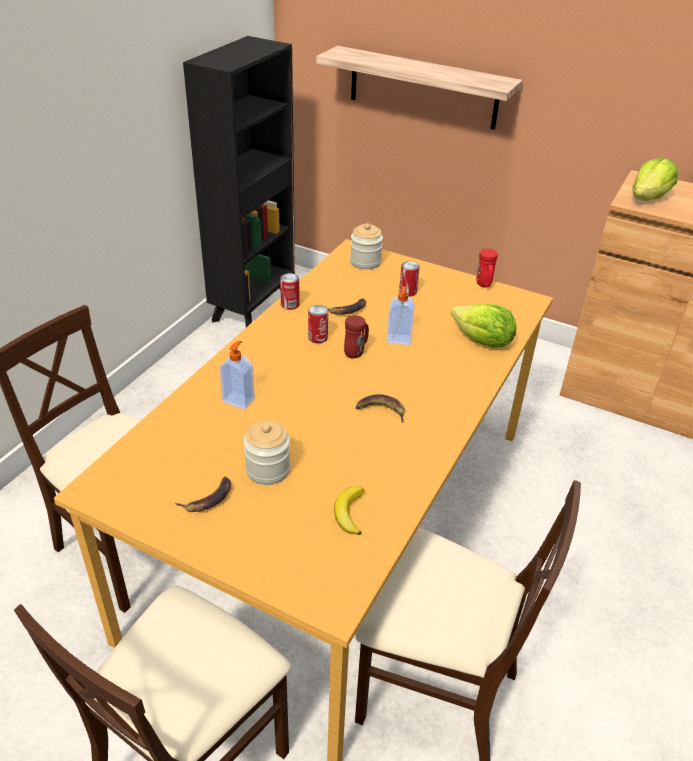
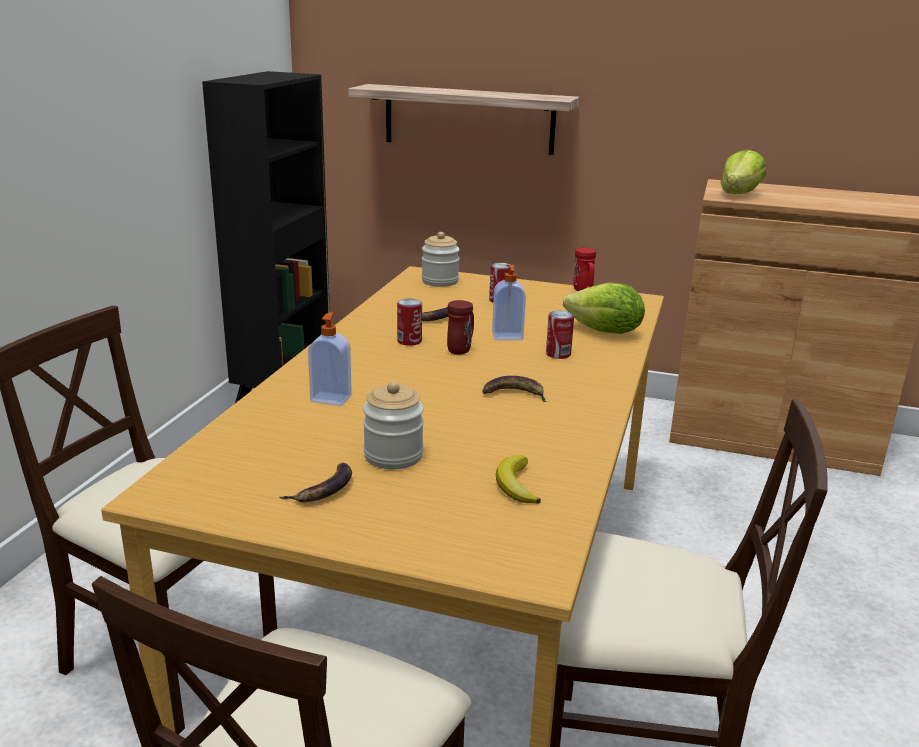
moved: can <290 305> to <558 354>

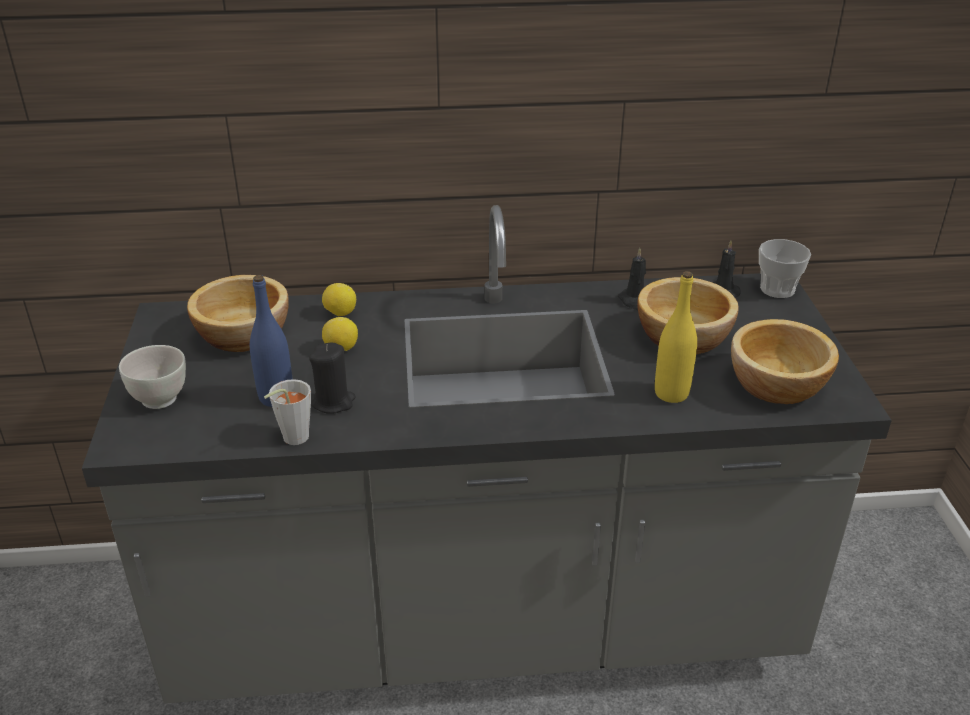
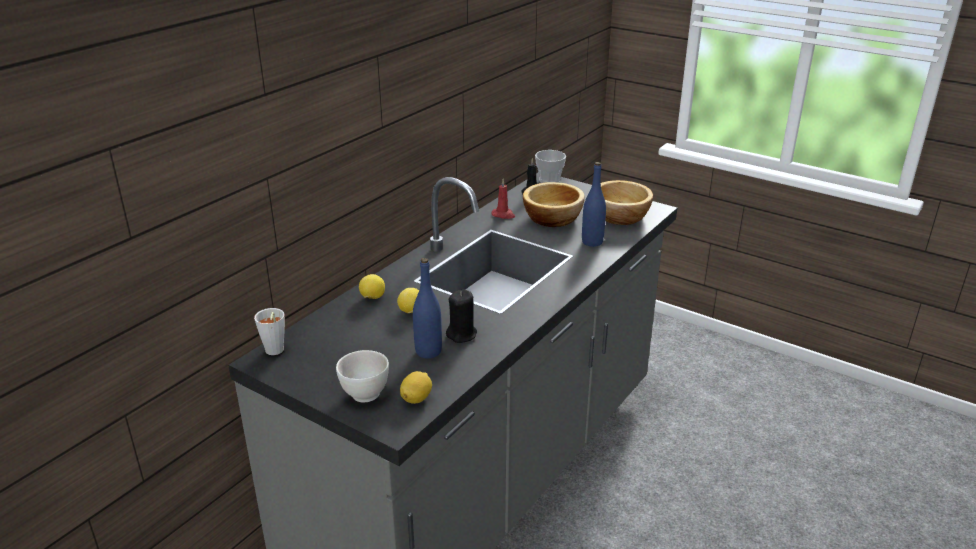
removed: bowl <245 334>
added: lemon <416 398>
moved: grey cup <291 439> to <274 352>
recoloured: black candle <635 301> to red candle <503 215>; yellow bottle <671 393> to blue bottle <592 242>

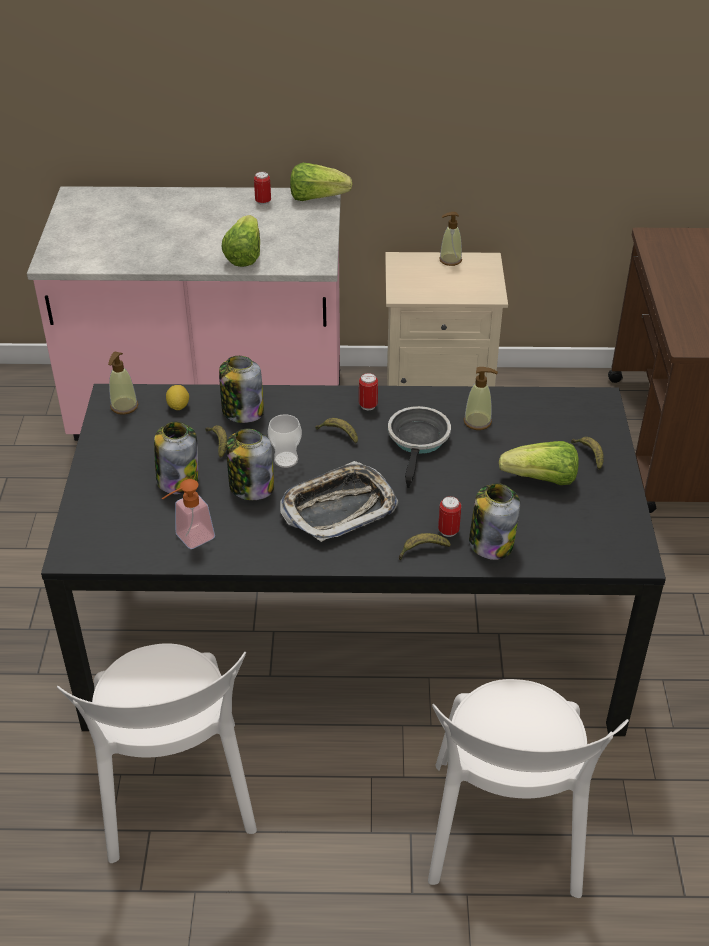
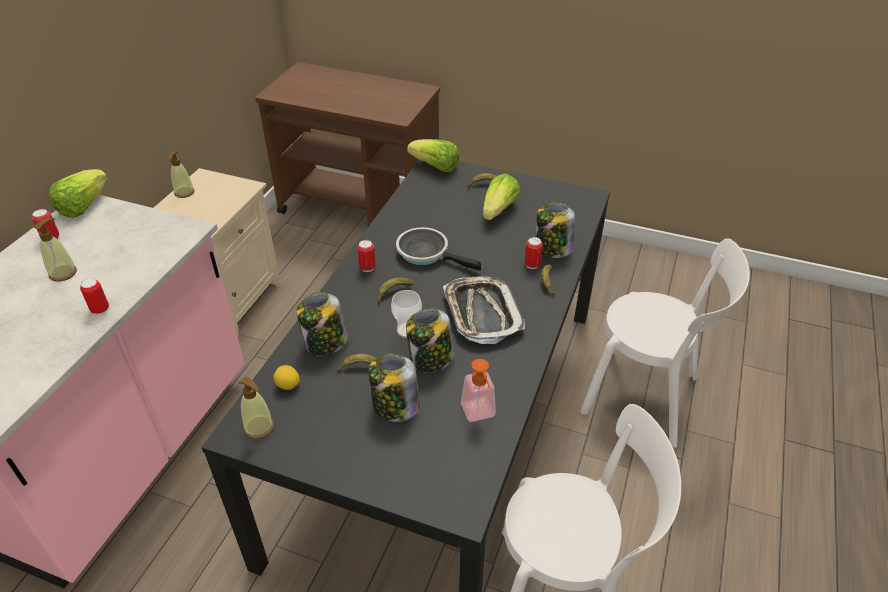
added: can <100 309>
moved: soap dispenser <478 422> to <63 273>; lettuce <244 255> to <435 167>

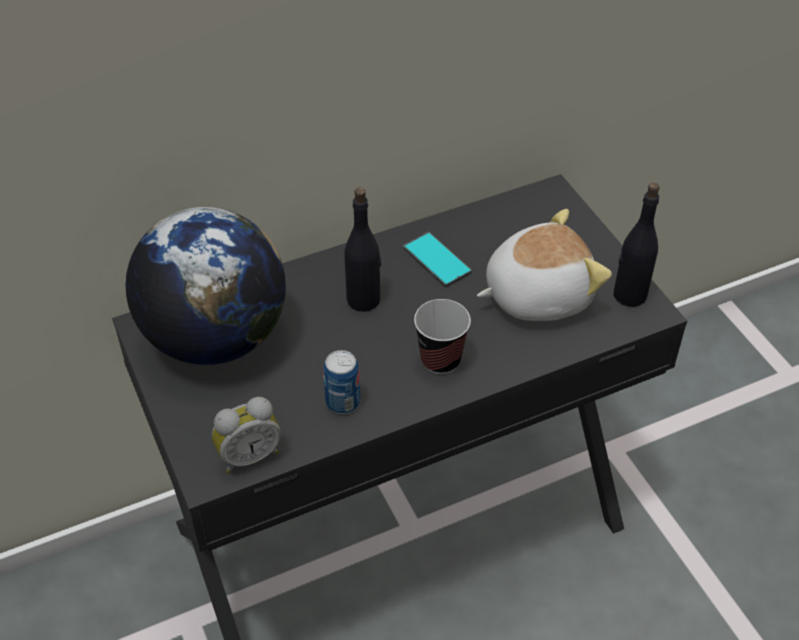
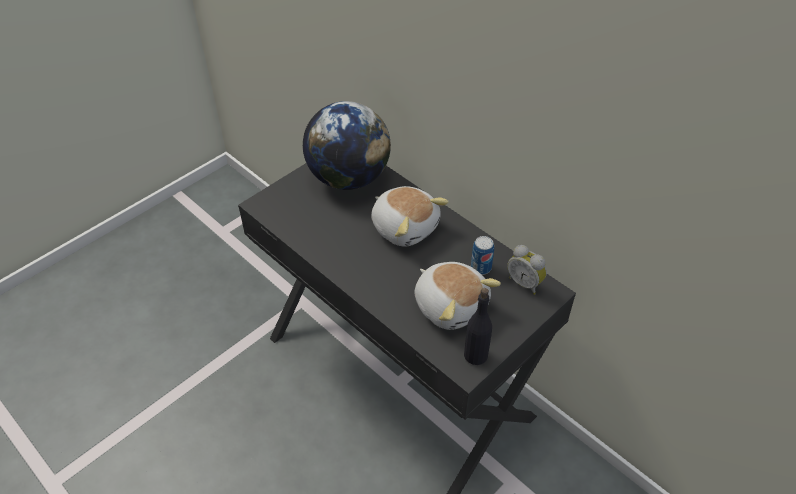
removed: phone <436 260>; cup <440 360>
moved: can <343 402> to <481 267>; alarm clock <248 455> to <525 283>
replaced: black bottle <364 299> to plush toy <405 227>

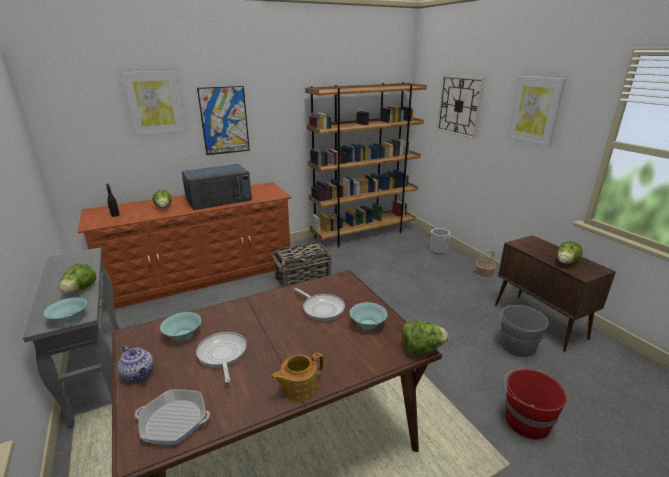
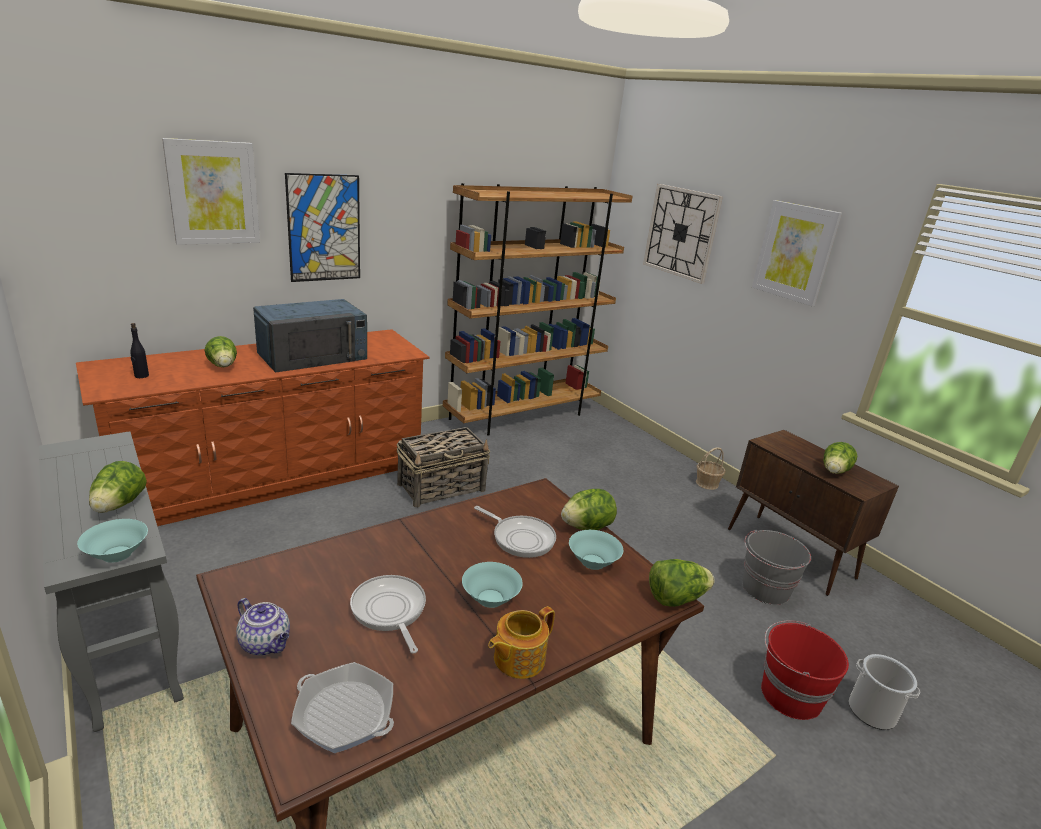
added: lettuce <587 527>
moved: turquoise bowl <182 335> to <489 598>; bucket <438 250> to <872 711>
turned: frying pan <174 421> = <344 713> 150 degrees counterclockwise

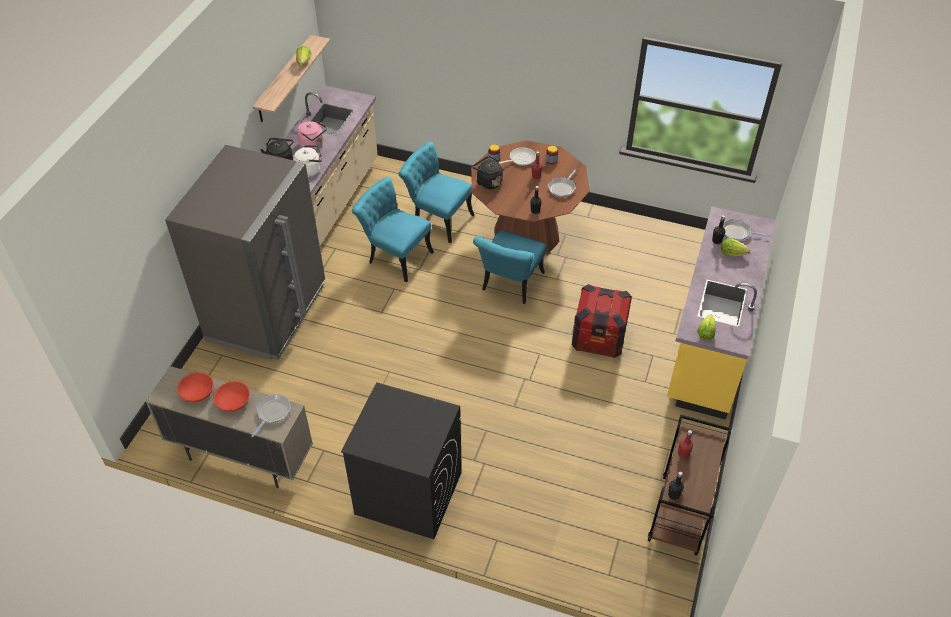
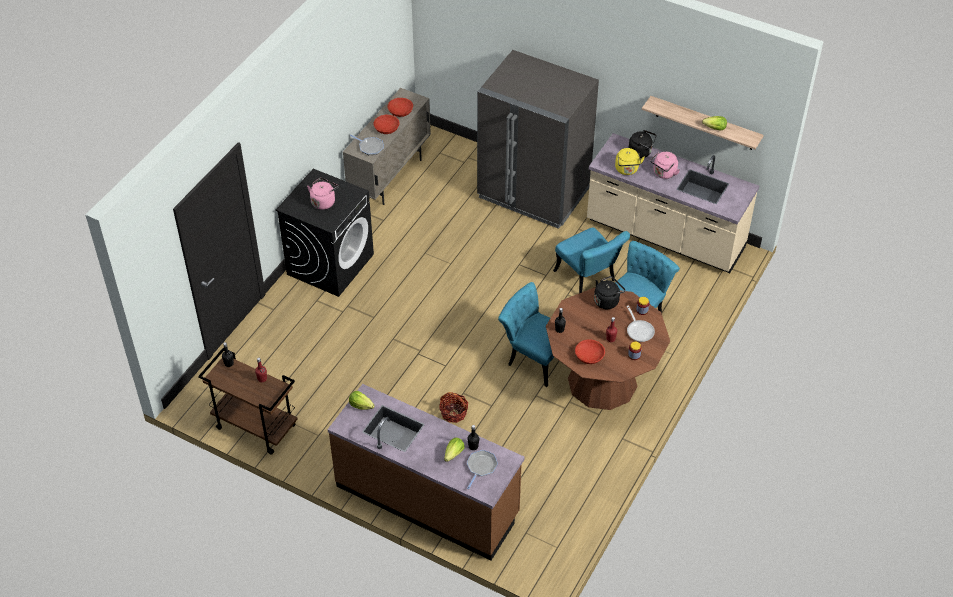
added: pink kettle <324 201>
replaced: crate <598 338> to basket <454 413>; frying pan <562 188> to red bowl <589 356>
recoloured: yellow counter <709 342> to brown counter <427 500>; white kettle <310 170> to yellow kettle <627 170>
turned: turquoise chair <395 255> = <588 279> 105 degrees clockwise

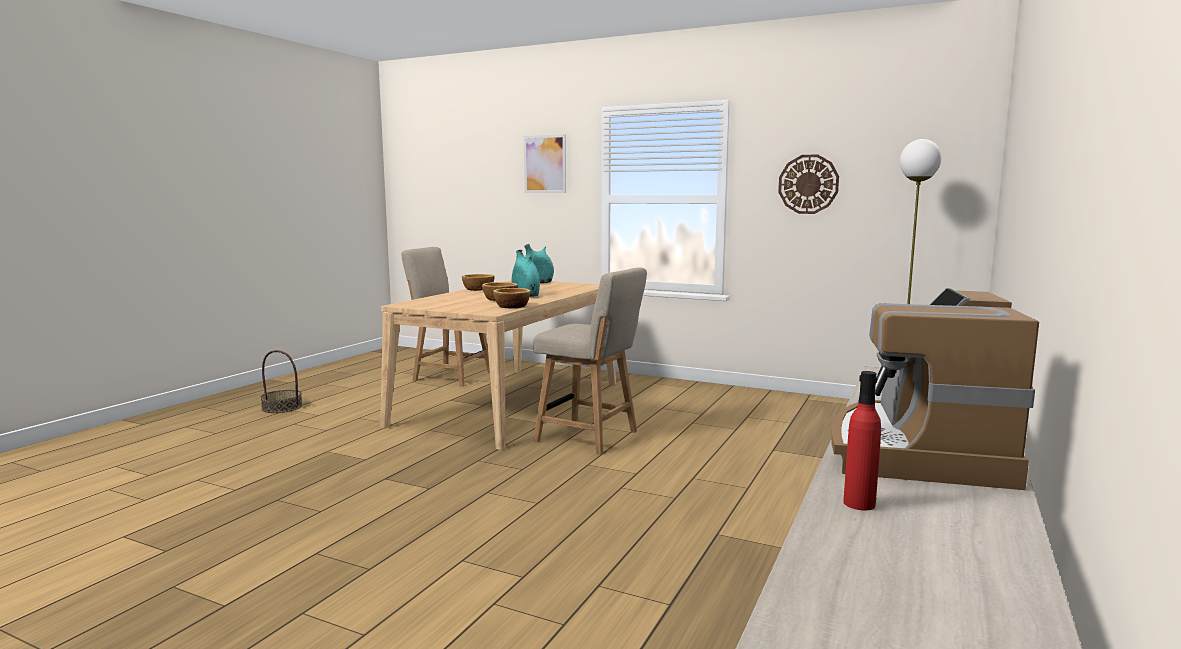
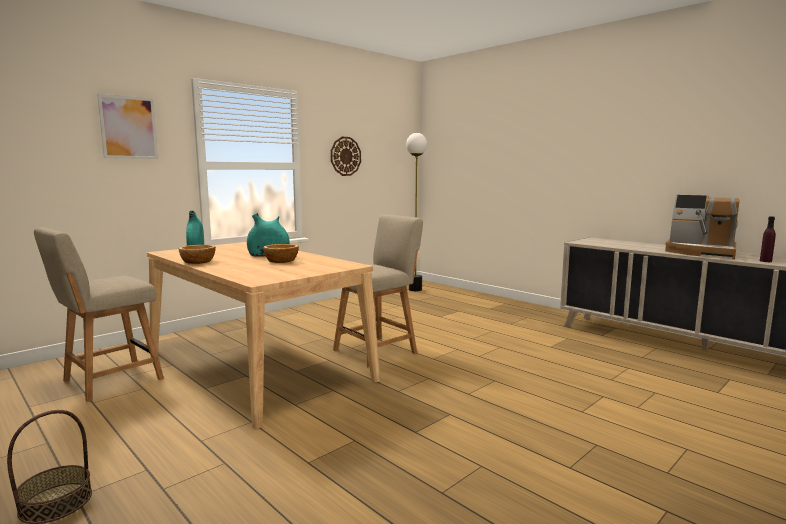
removed: bowl <511 306>
recoloured: red bottle <859 503> to purple bottle <765 261>

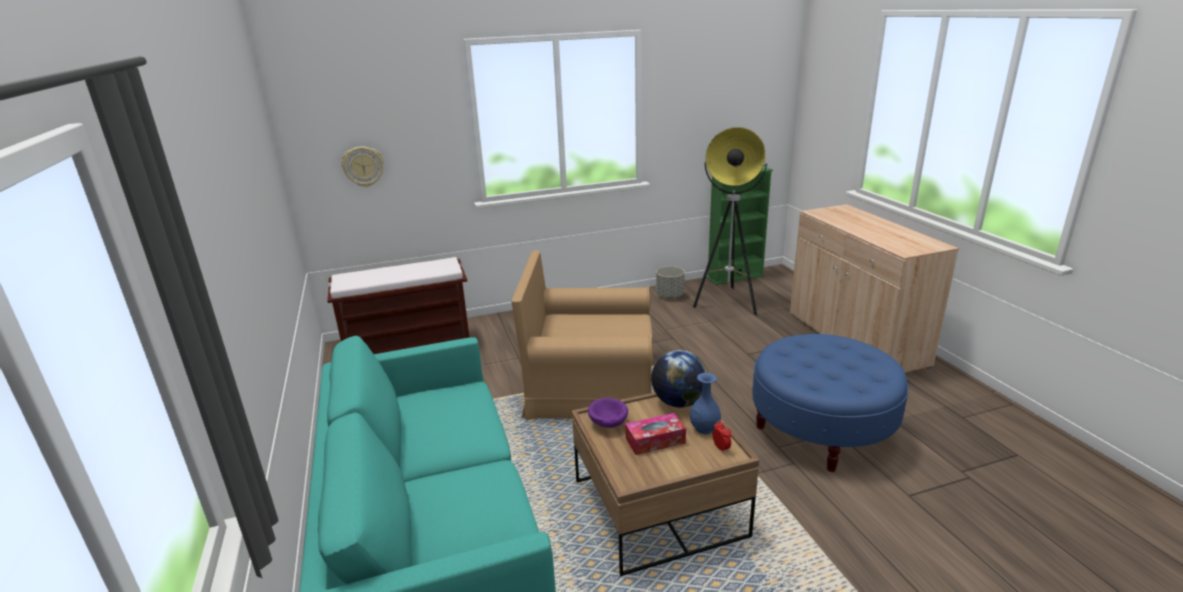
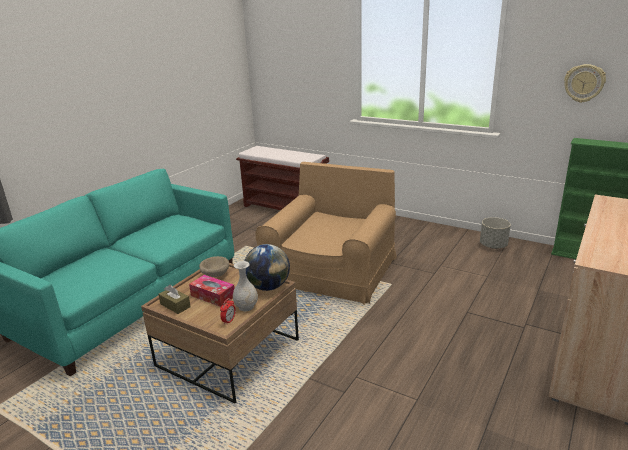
removed: floor lamp <727 302>; blue ottoman <821 431>
added: brown tissue box <175 305>
moved: wall clock <363 166> to <584 83>
recoloured: purple bowl <608 424> to beige bowl <215 275>; blue vase <704 428> to white vase <246 307>
turned: brown armchair <591 381> = <331 270> 60 degrees clockwise

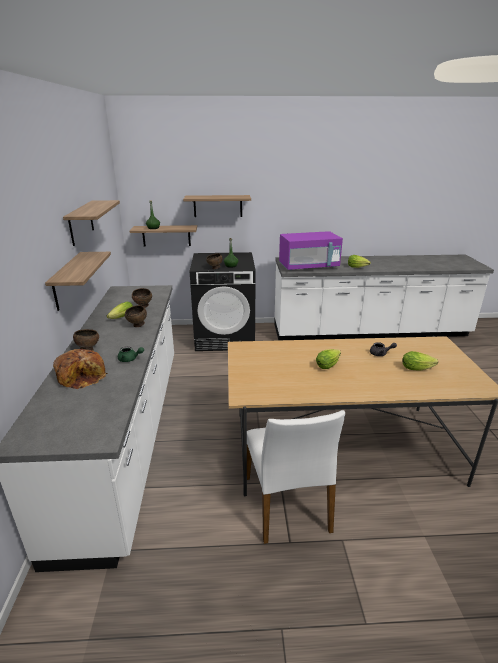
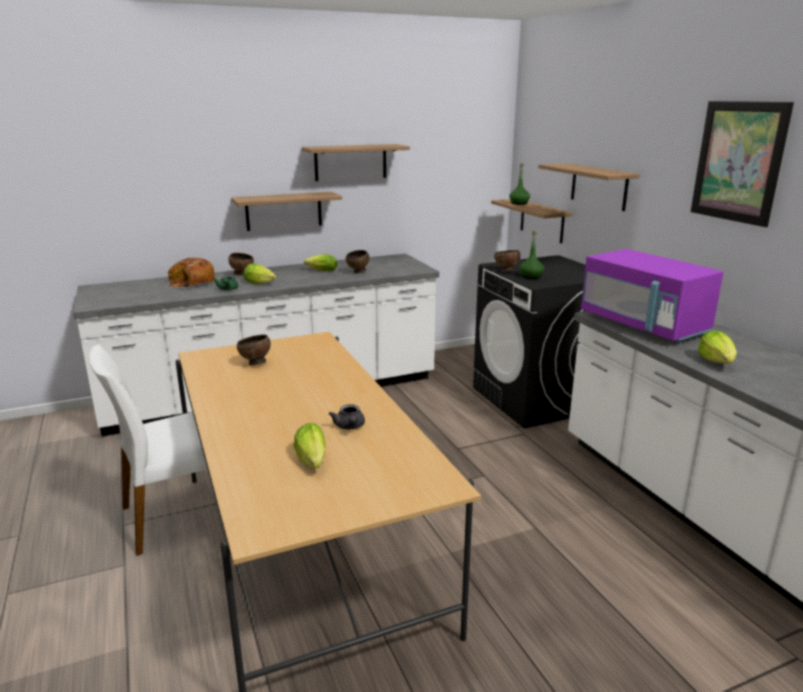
added: picture <738 162>
moved: brown bowl <137 326> to <255 364>; lettuce <329 364> to <261 283>

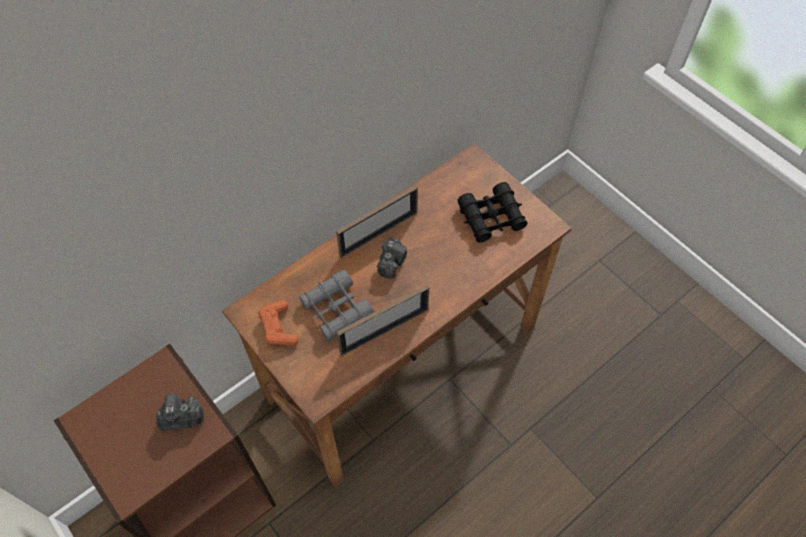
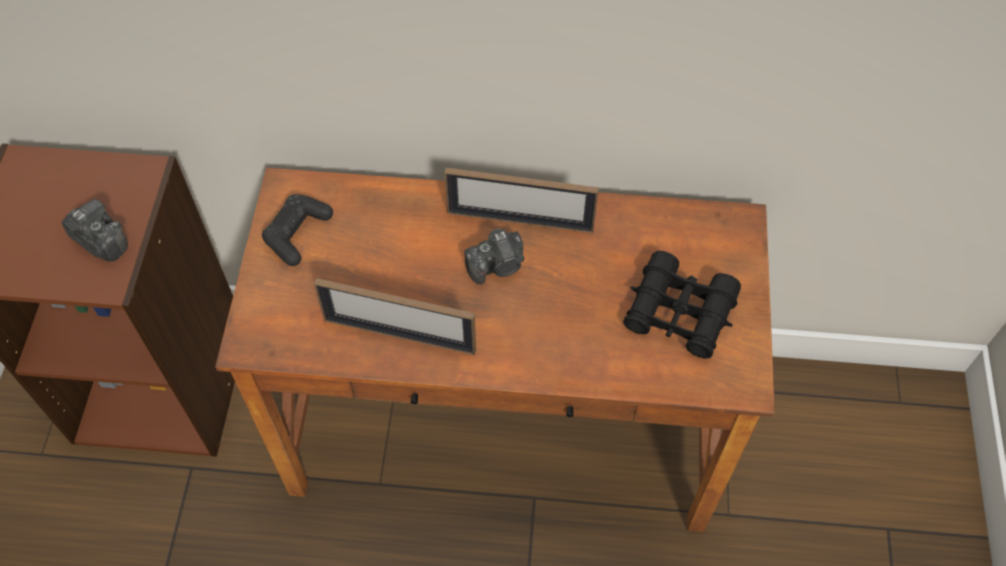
removed: grey binoculars <336 310>
recoloured: orange game controller <278 328> to black game controller <297 234>

